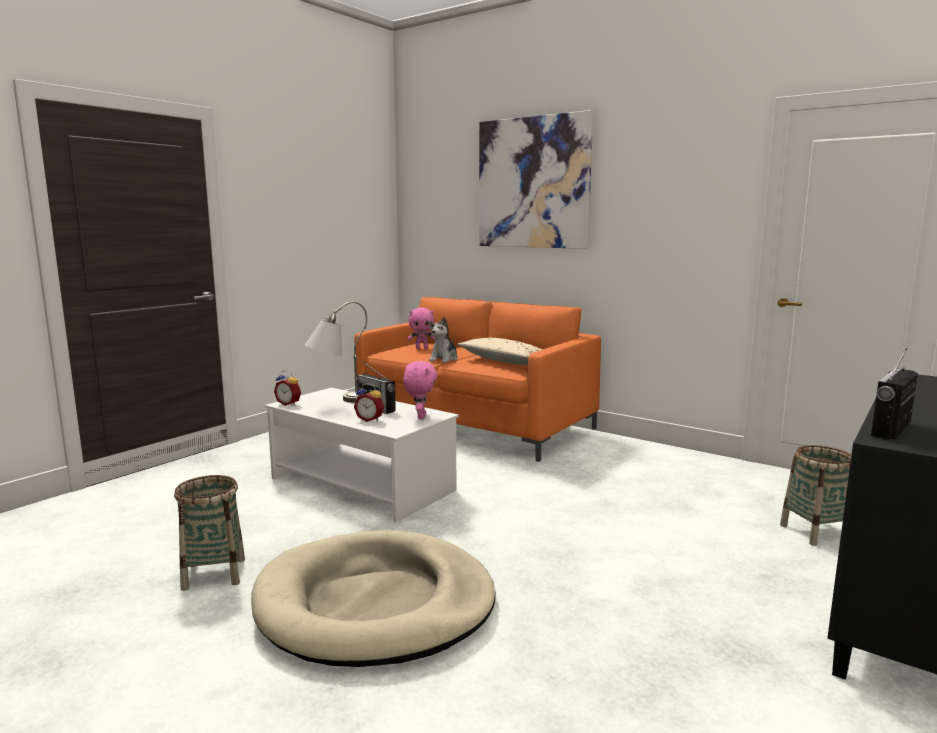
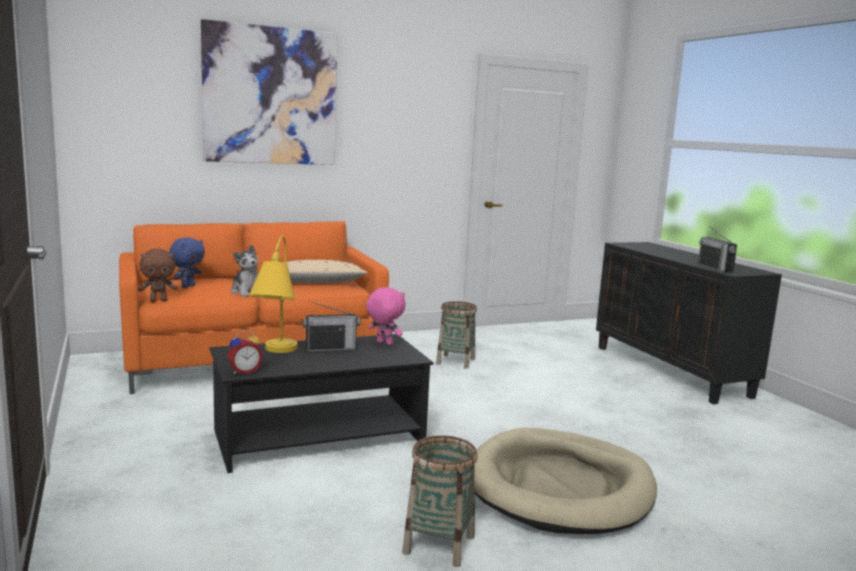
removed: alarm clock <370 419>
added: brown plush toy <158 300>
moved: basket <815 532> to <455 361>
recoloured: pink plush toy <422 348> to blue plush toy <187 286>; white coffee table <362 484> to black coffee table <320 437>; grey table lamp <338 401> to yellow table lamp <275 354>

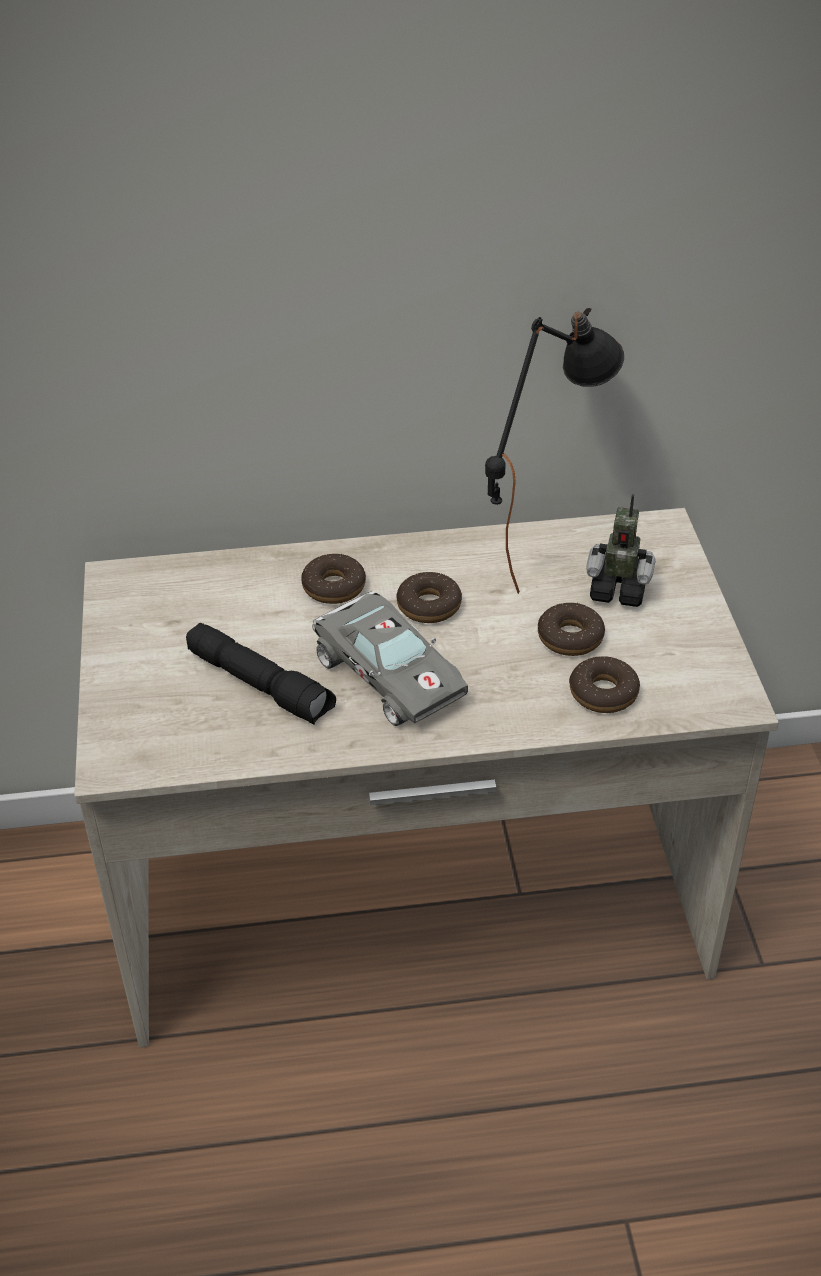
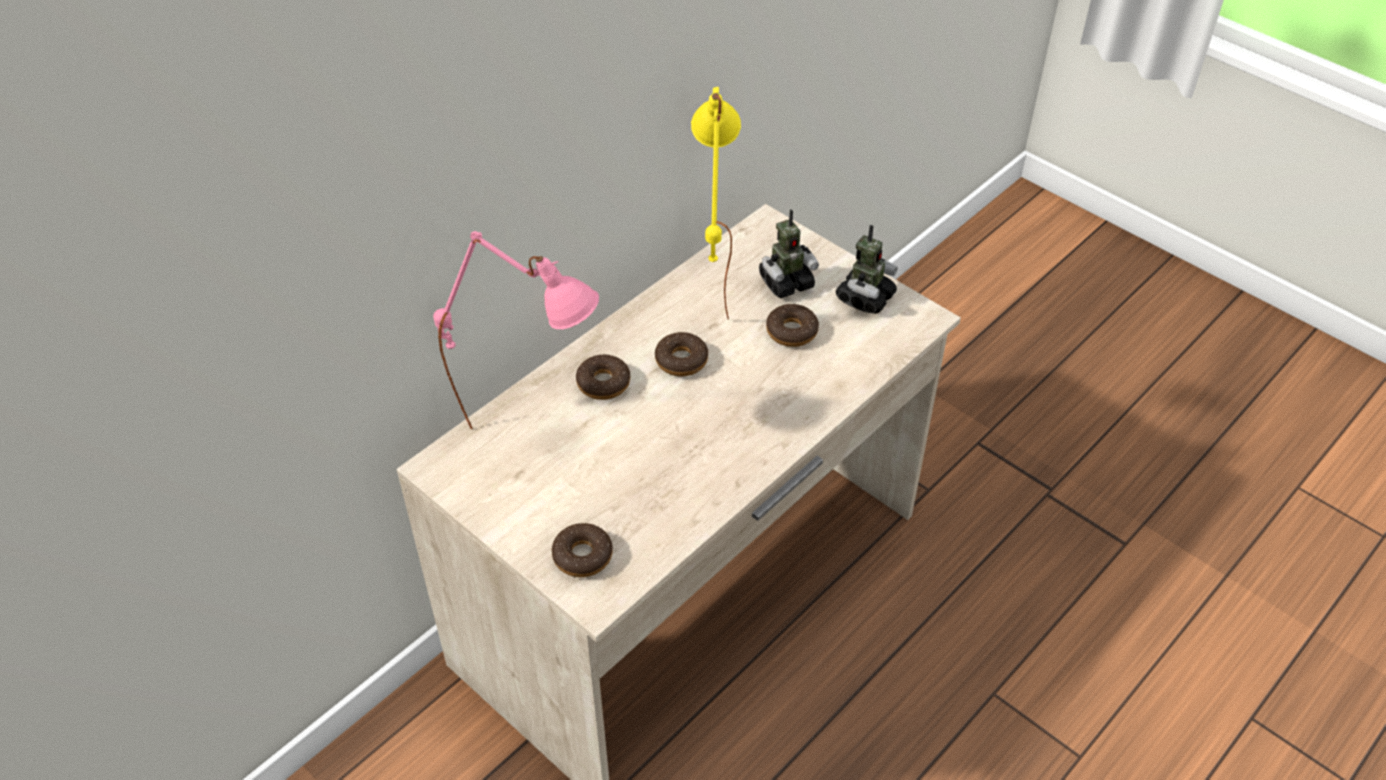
removed: black flashlight <261 685>; grey toy car <386 673>
added: pink table lamp <530 423>; toy robot <865 298>
moved: donut <603 693> to <582 556>
recoloured: black table lamp <540 553> to yellow table lamp <711 283>

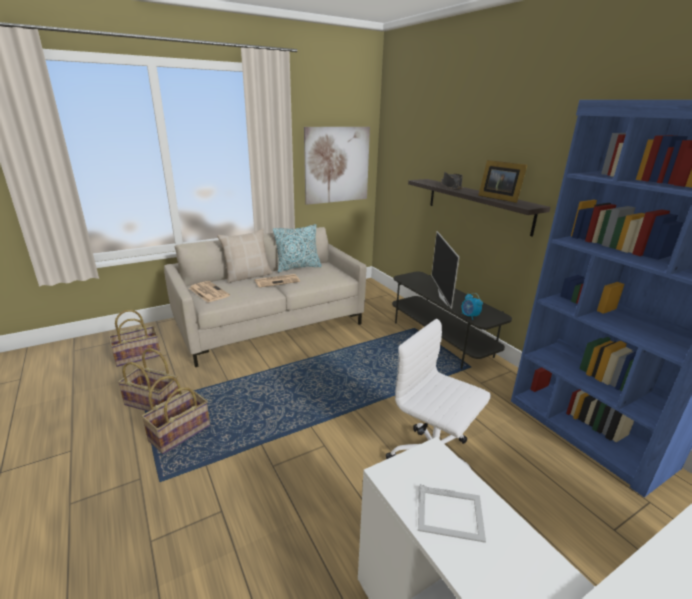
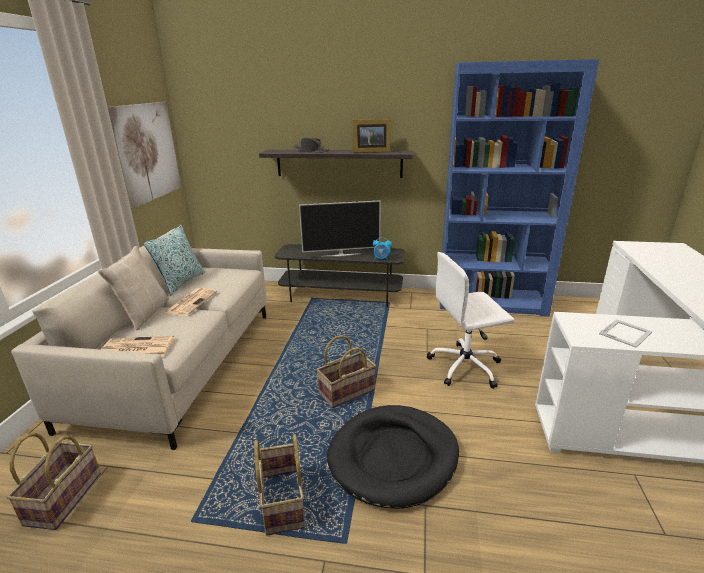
added: black dog bed <393 457>
moved: basket <153 402> to <346 391>
turned: television <443 297> = <341 254> 45 degrees counterclockwise

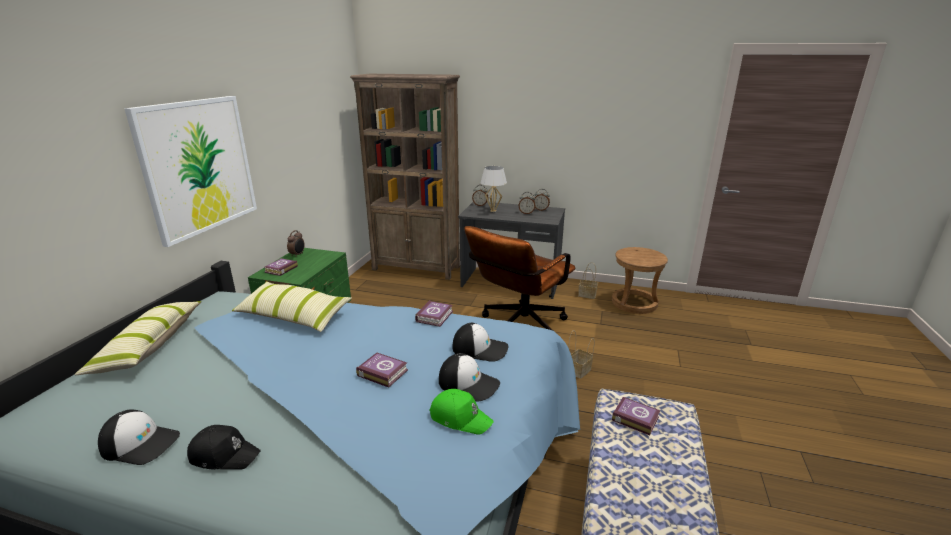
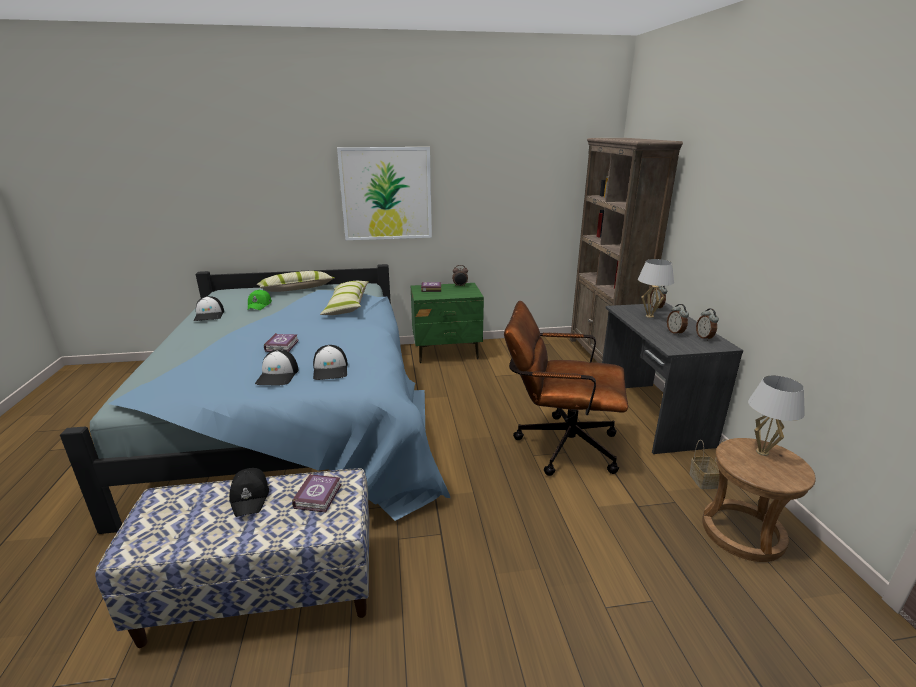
removed: book <435 316>; basket <579 370>
added: white table lamp <762 452>
moved: black cap <224 454> to <250 496>; green cap <460 417> to <259 305>

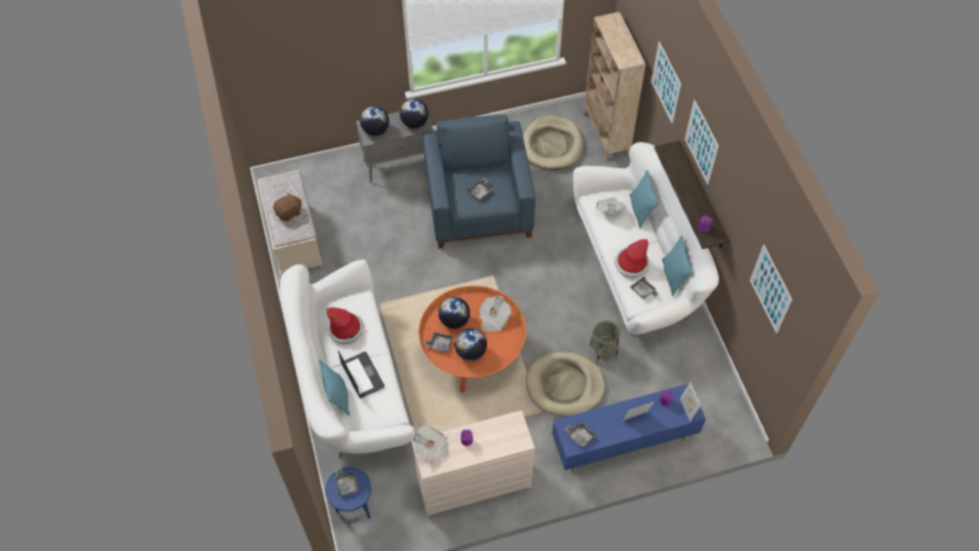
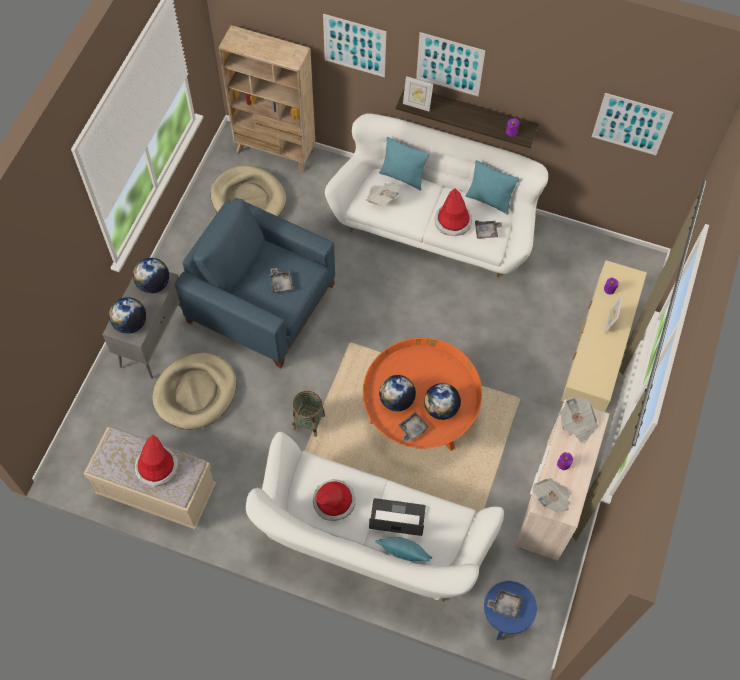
removed: grey tray <580 436>
moved: beige dog bed <564 386> to <195 393>; basket <603 351> to <308 422>; picture frame <687 409> to <416 105>; newspaper <493 319> to <577 424>
replaced: brown plush toy <289 213> to hat <157 467>
recoloured: blue tv stand <623 442> to beige tv stand <595 355>

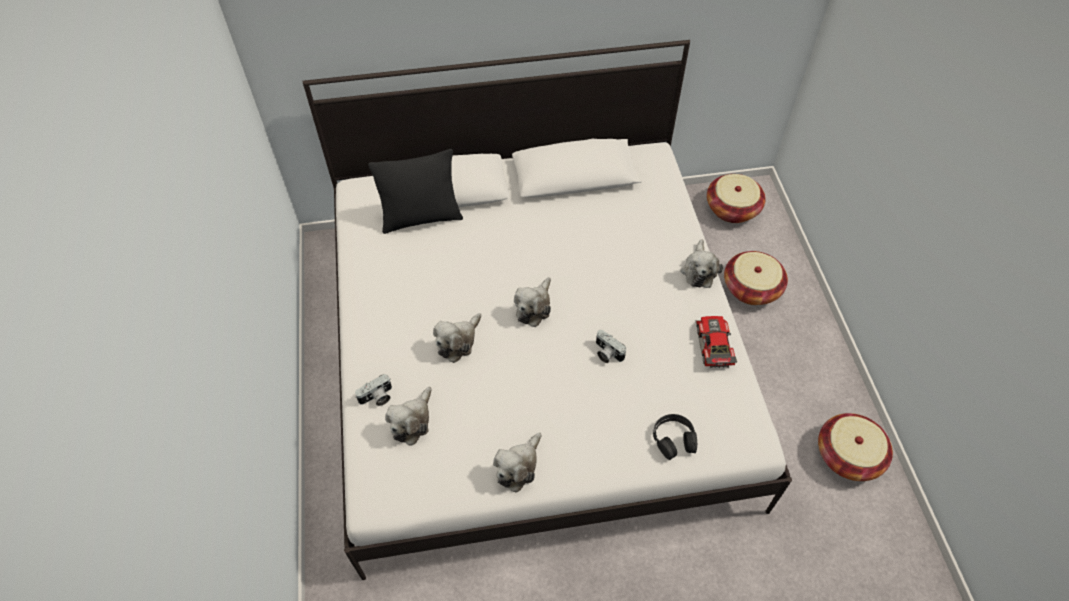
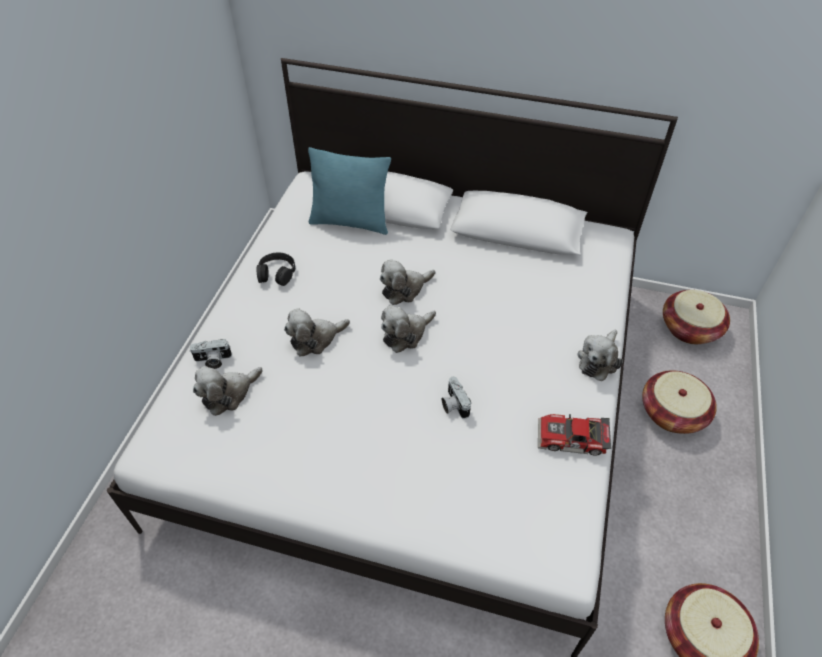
moved: black headphones <673 439> to <276 273>; plush toy <518 467> to <404 289>
recoloured: black pillow <421 218> to turquoise pillow <350 222>
turned: toy car <712 345> = <571 440> 105 degrees counterclockwise

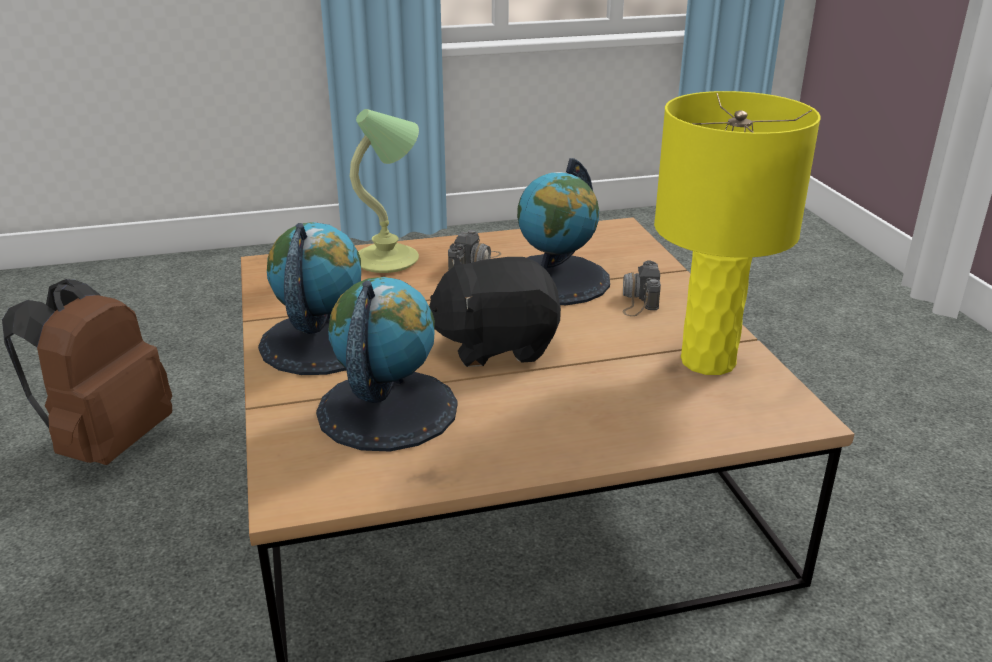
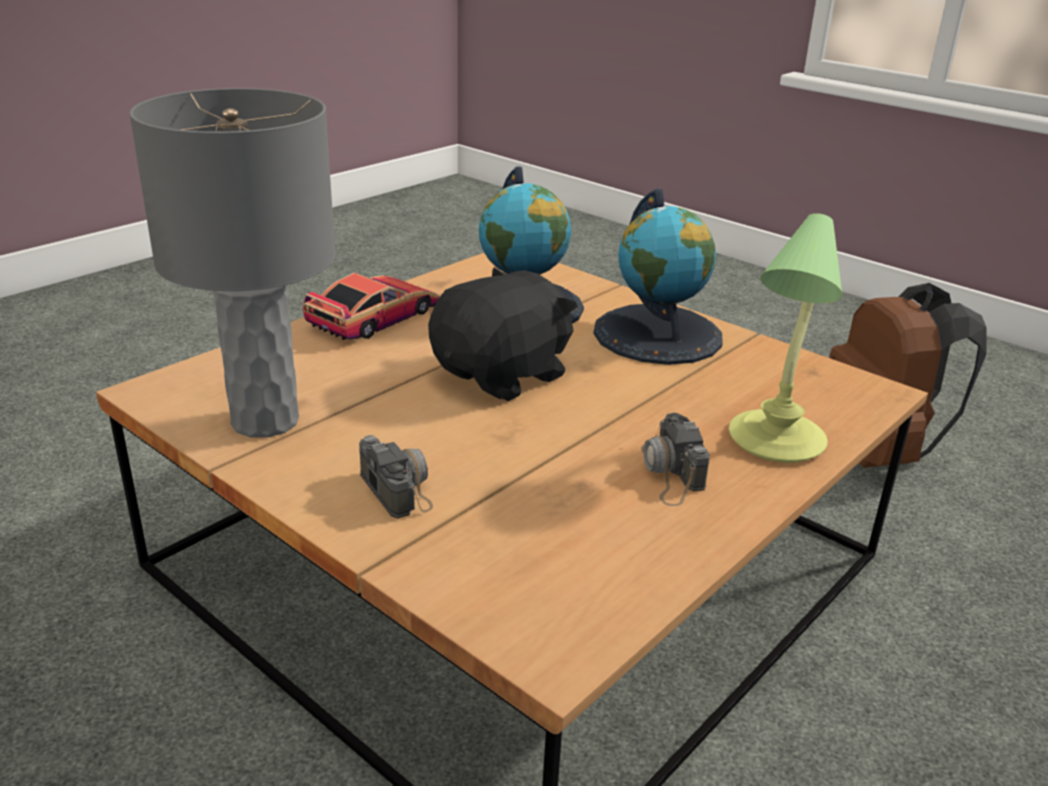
removed: globe <556 280>
added: toy car <375 317>
recoloured: yellow table lamp <708 362> to grey table lamp <264 420>

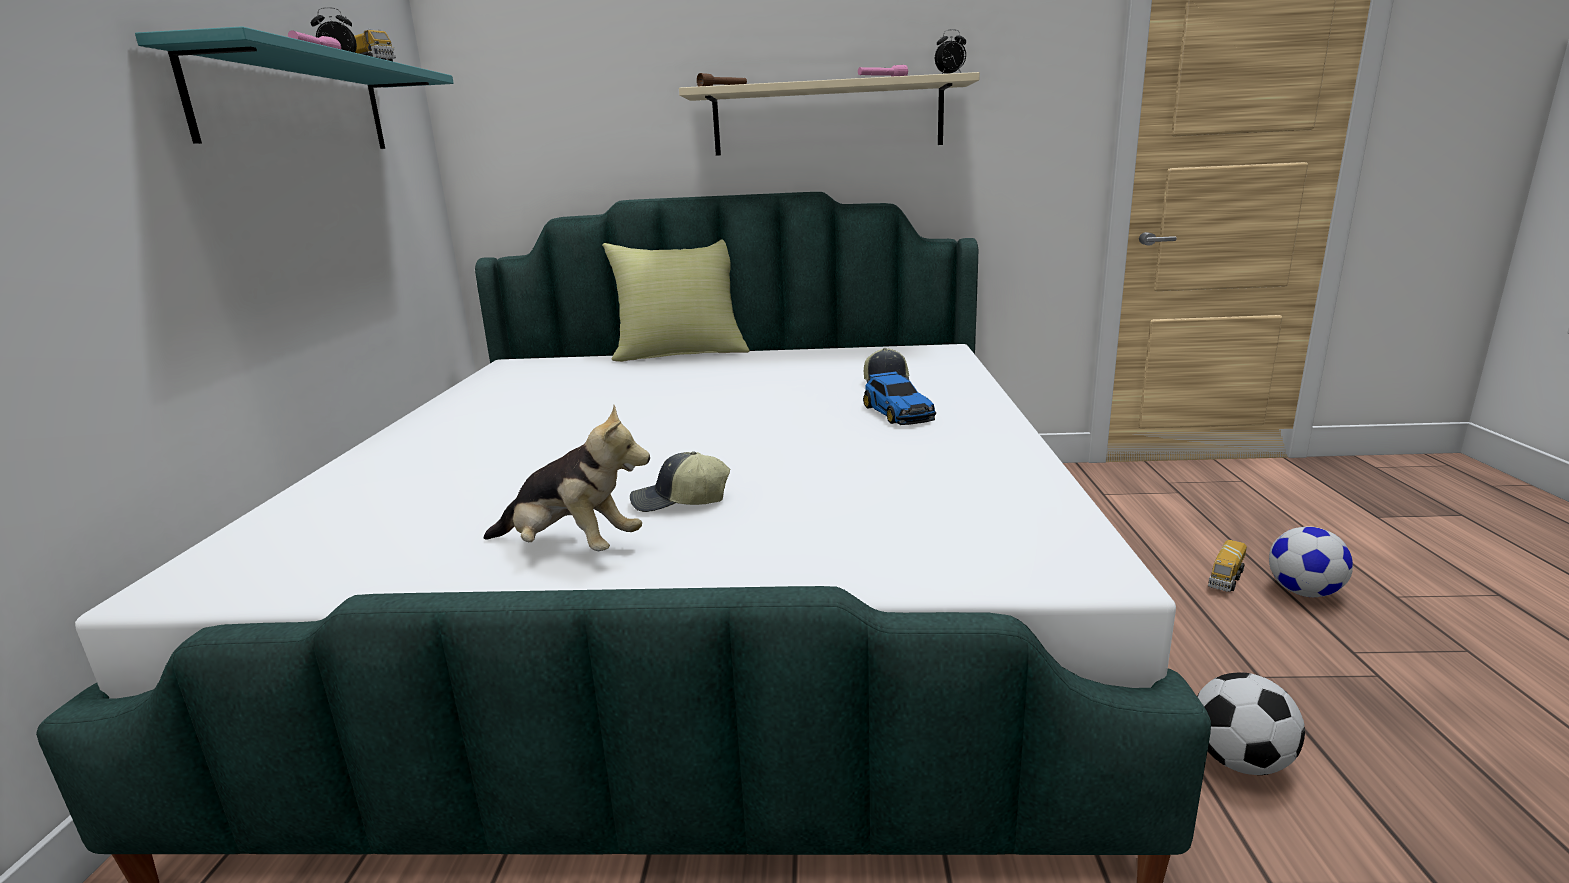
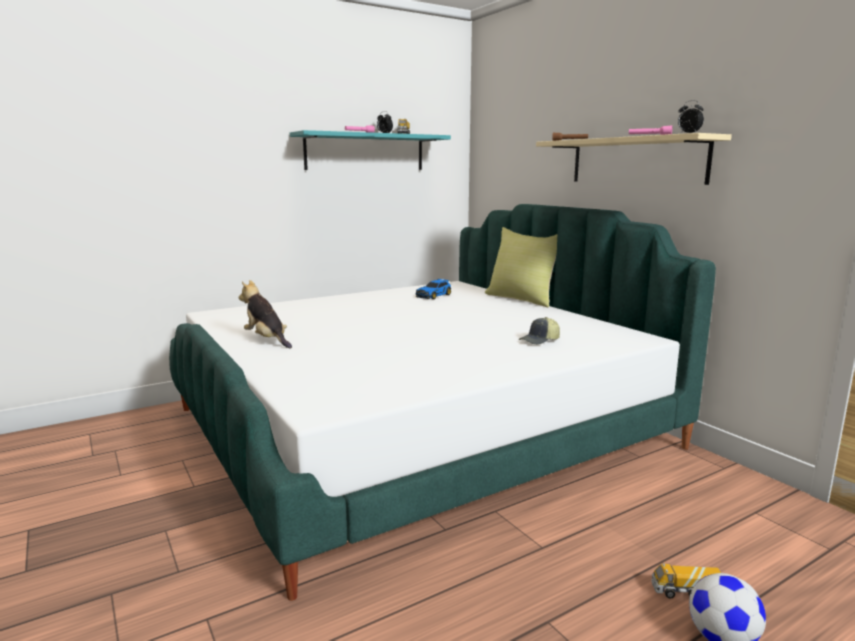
removed: cap <680 502>; football <1240 761>
moved: toy car <898 412> to <434 295>
turned: plush toy <571 548> = <267 340> 150 degrees clockwise

